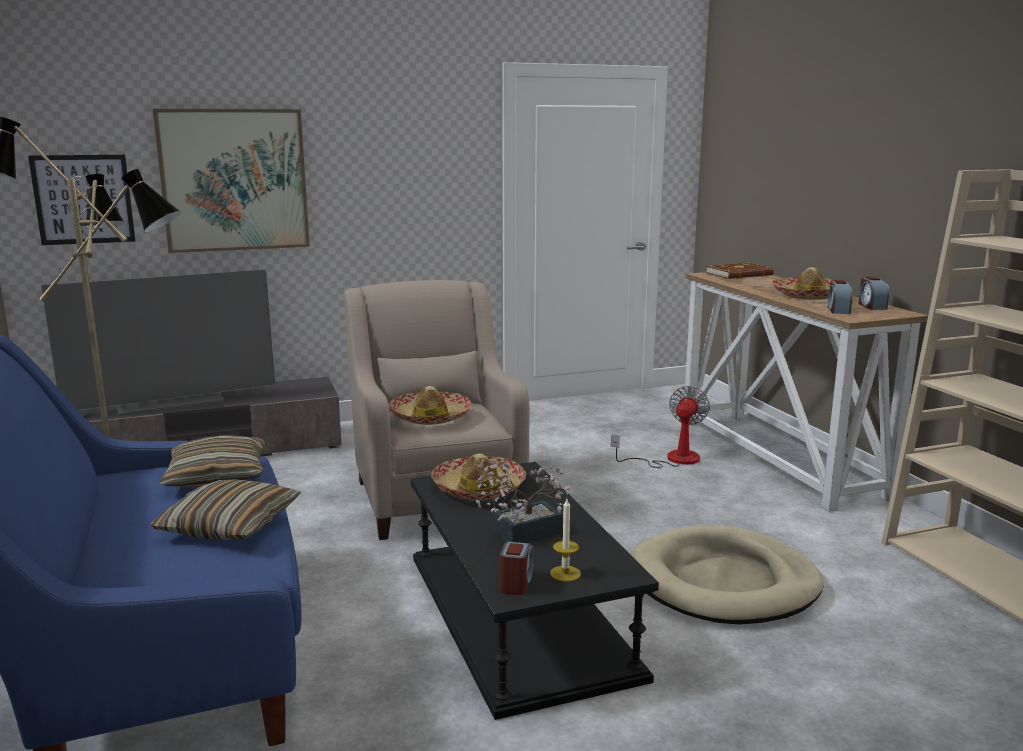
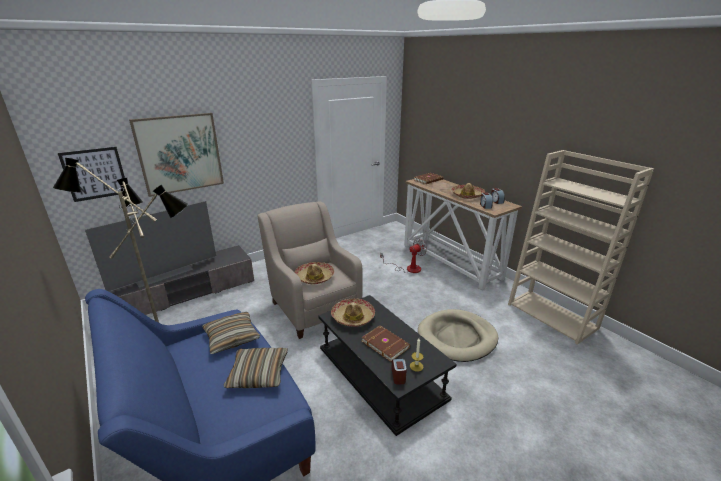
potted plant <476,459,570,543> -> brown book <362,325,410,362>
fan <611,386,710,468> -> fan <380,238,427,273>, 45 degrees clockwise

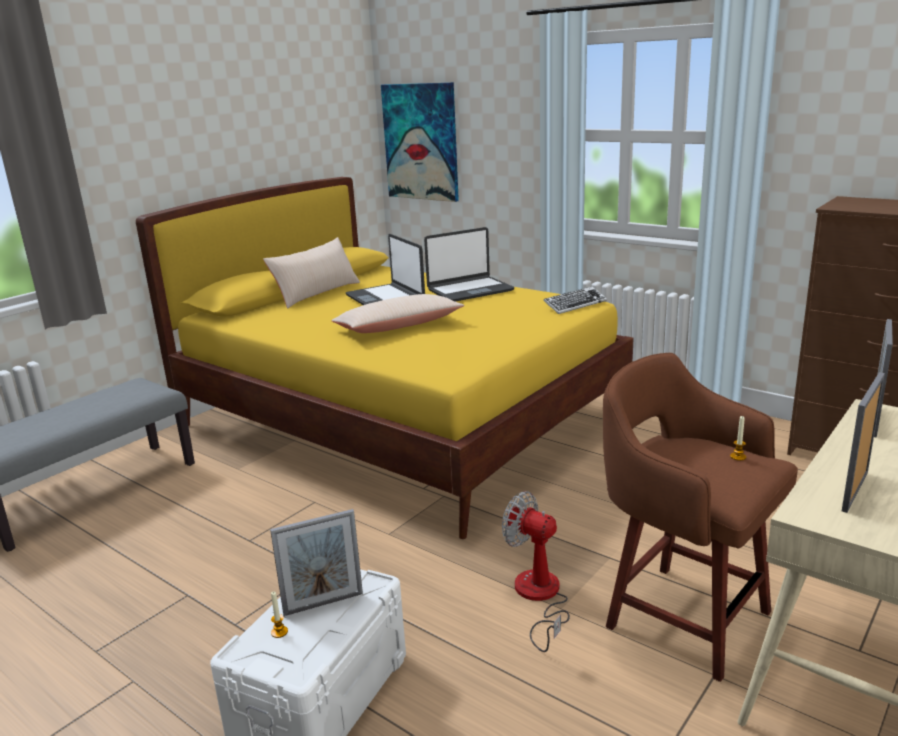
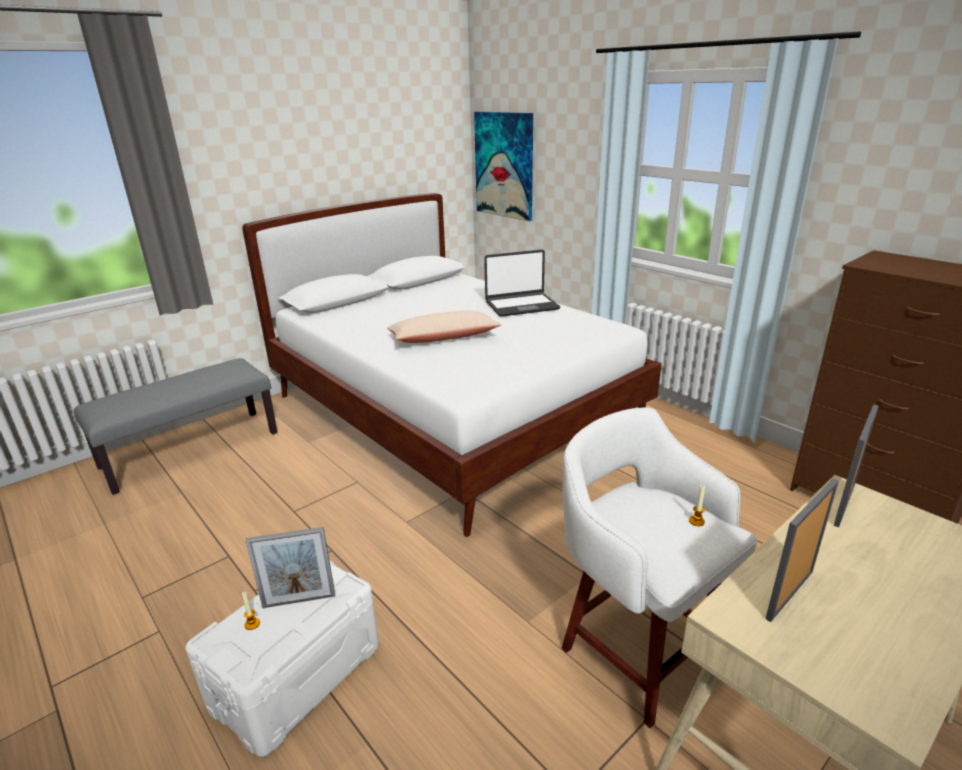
yellow bed <136,177,634,539> -> white bed <242,193,662,537>
brown stool <603,353,798,682> -> white stool <562,407,757,728>
beige pillow <263,237,360,309> -> none
laptop <346,234,425,305> -> none
fan <502,491,569,652> -> none
keyboard <544,286,607,314> -> none

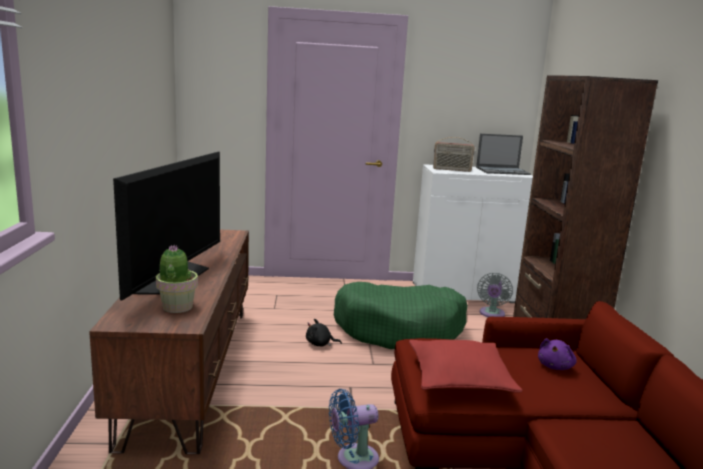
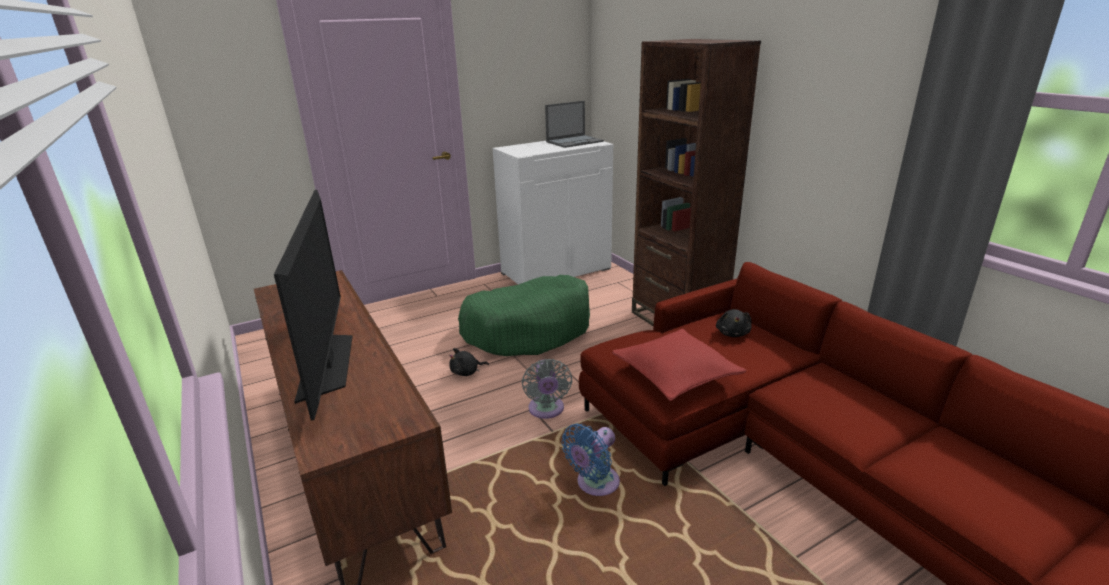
grey fan <477,273,513,317> -> grey fan <522,359,572,419>, move
purple plush toy <538,338,577,370> -> black plush toy <716,309,752,337>
potted plant <156,245,198,313> -> none
radio <433,137,475,172> -> none

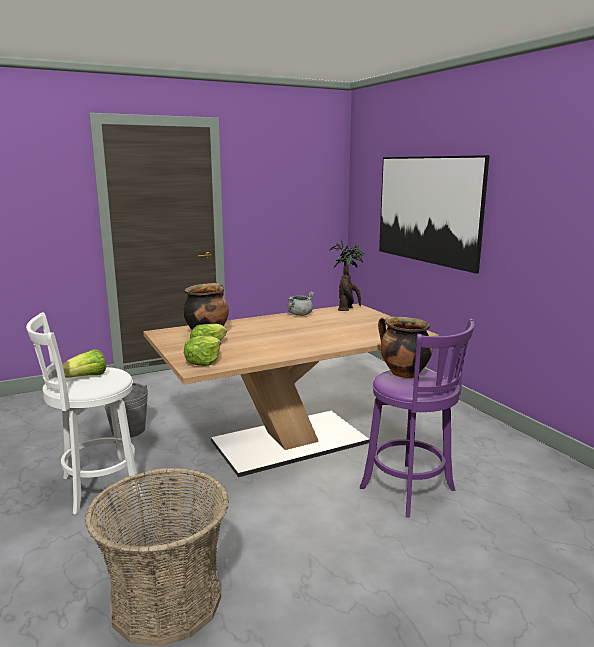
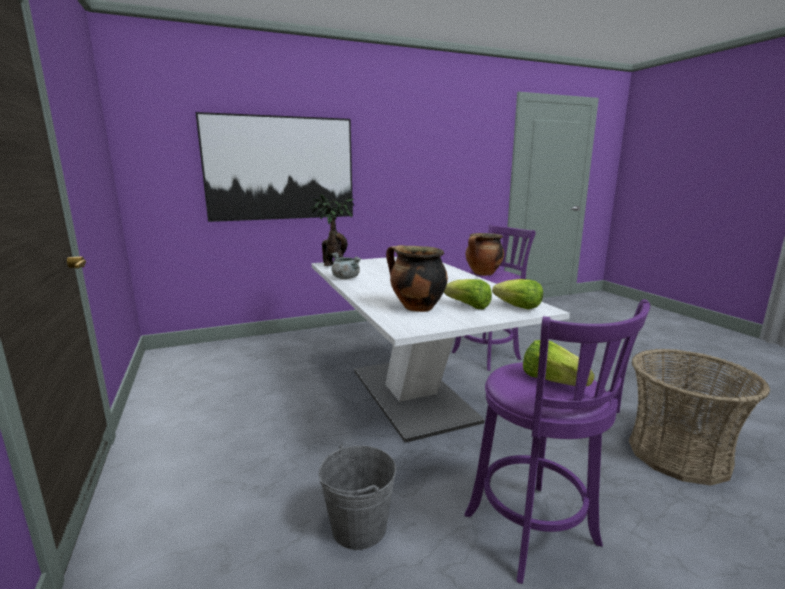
brown dining table <143,304,439,477> -> white dining table <312,257,570,443>
white stool <26,312,143,515> -> purple stool <464,299,650,584>

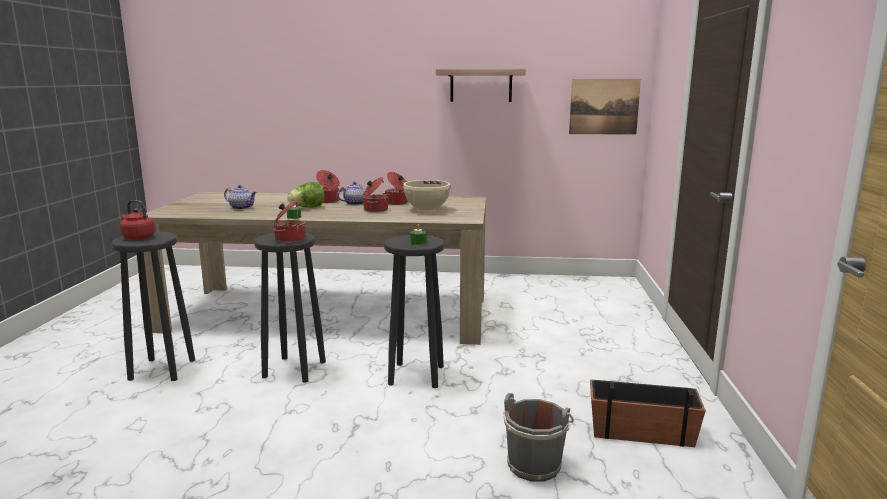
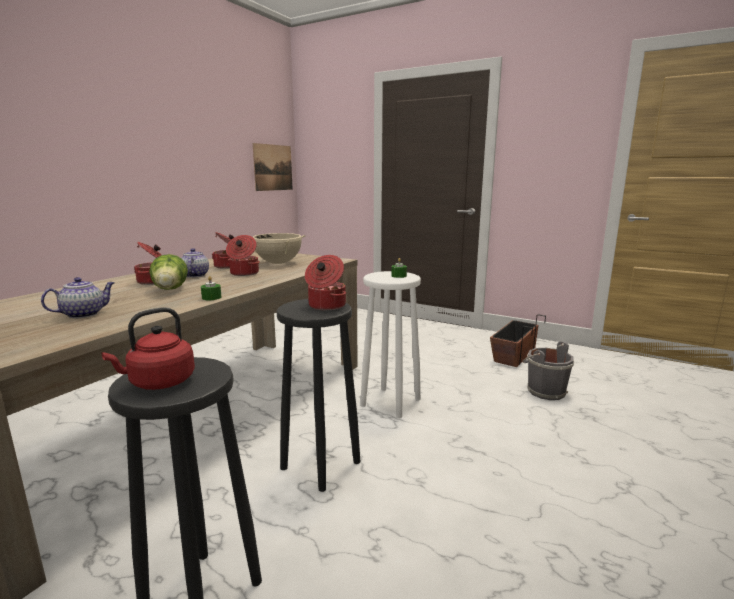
black stool <384,235,444,388> -> white stool <360,271,421,418>
shelf <436,69,526,102> -> none

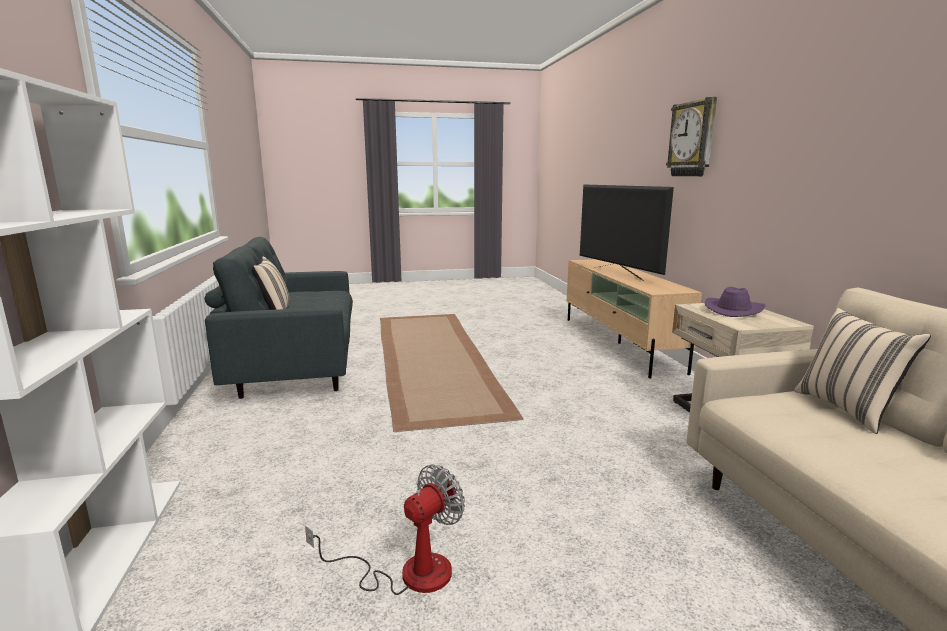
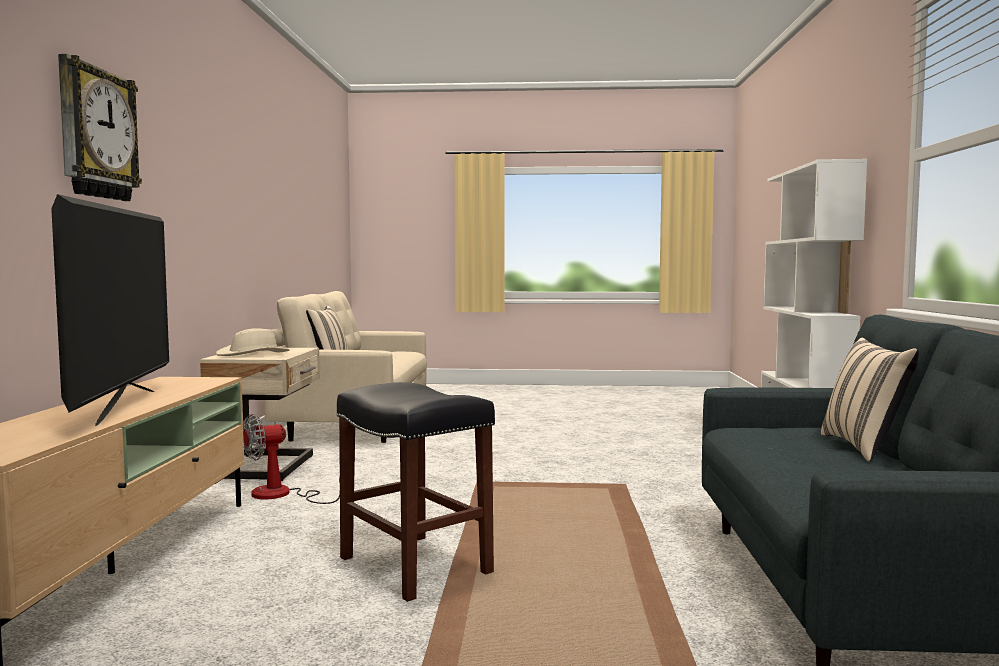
purple hat <705,287,766,317> -> beige hat <216,328,289,356>
fan <305,465,465,595> -> fan <243,414,340,504>, move
none -> black stool <337,382,495,602>

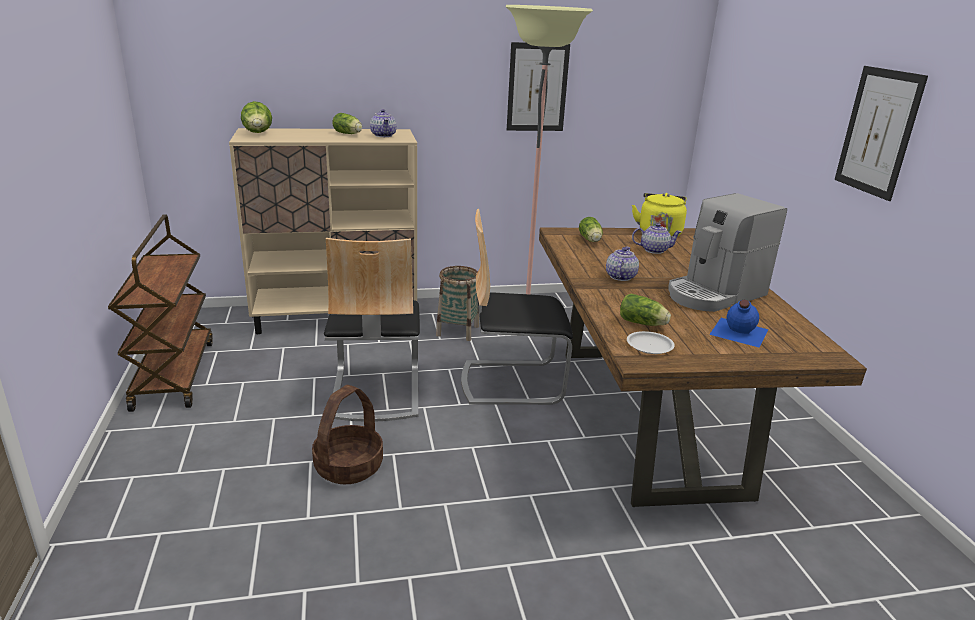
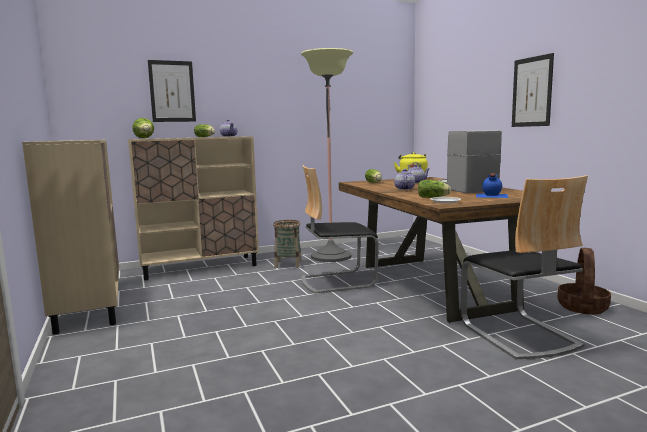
brown cart <108,215,213,412> -> beige cabinet <22,140,119,335>
picture <507,42,570,131> -> picture <148,60,196,122>, move
coffee machine <669,193,787,312> -> coffee machine <438,130,502,193>, 120 degrees clockwise
chair <324,238,420,422> -> chair <461,175,588,359>, move
basket <312,385,383,484> -> basket <558,248,611,314>, move

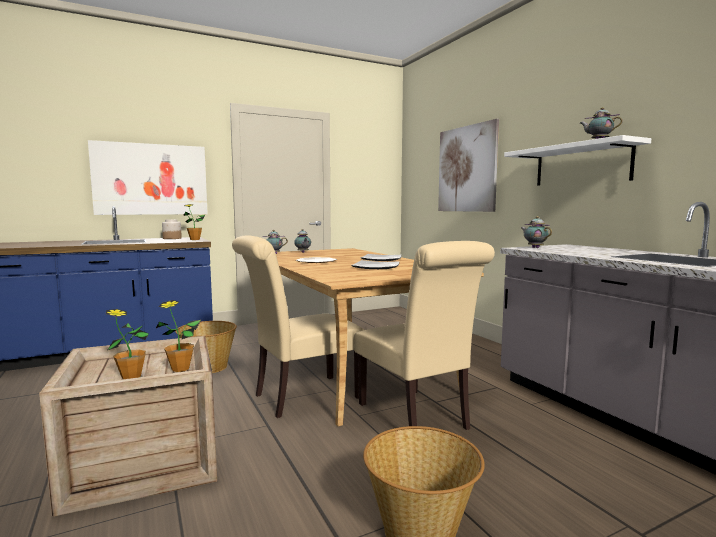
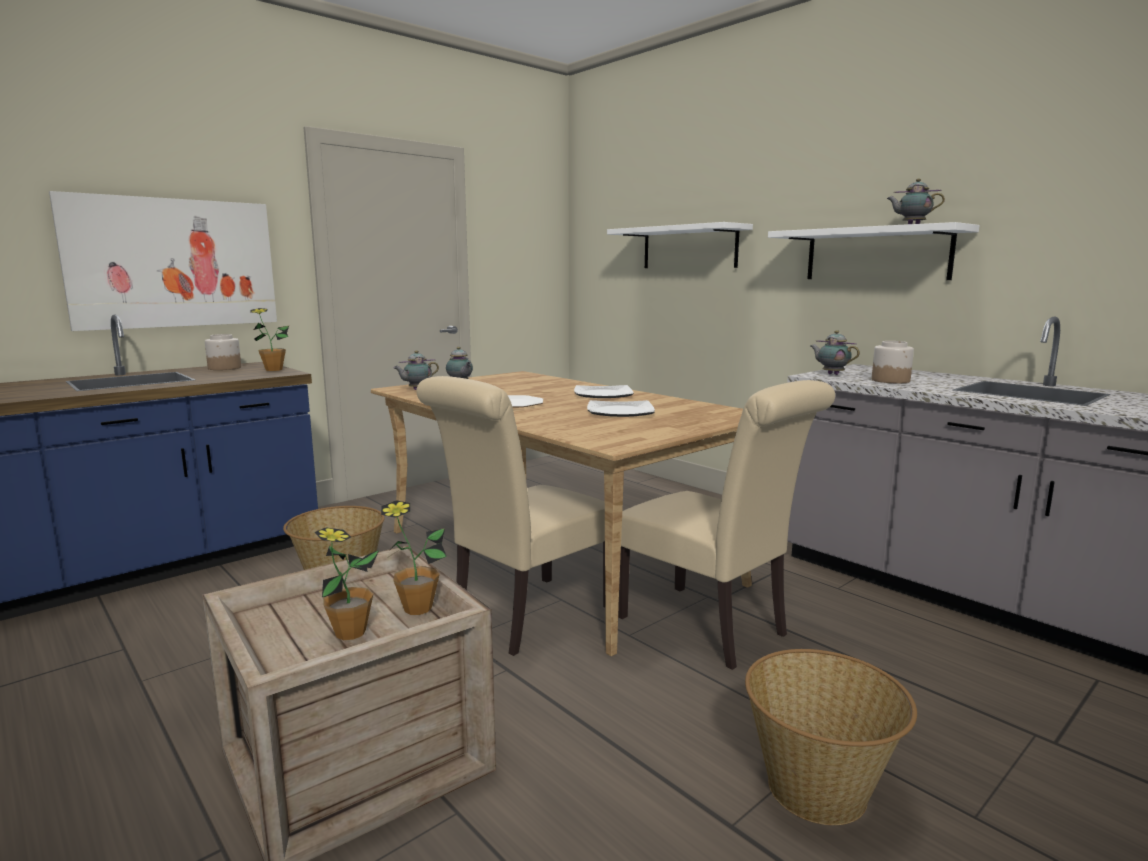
picture <438,119,499,212> -> white shelf <607,222,753,268>
none -> jar <872,341,914,383>

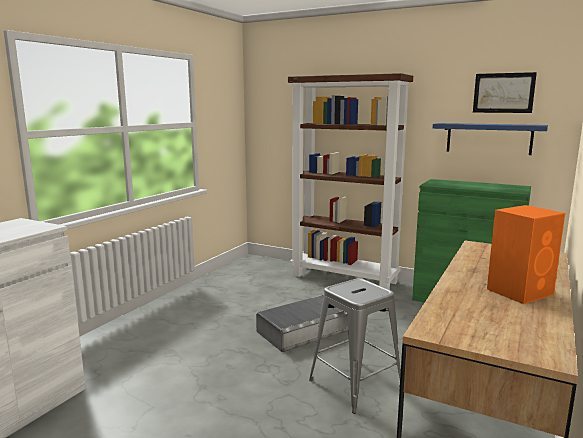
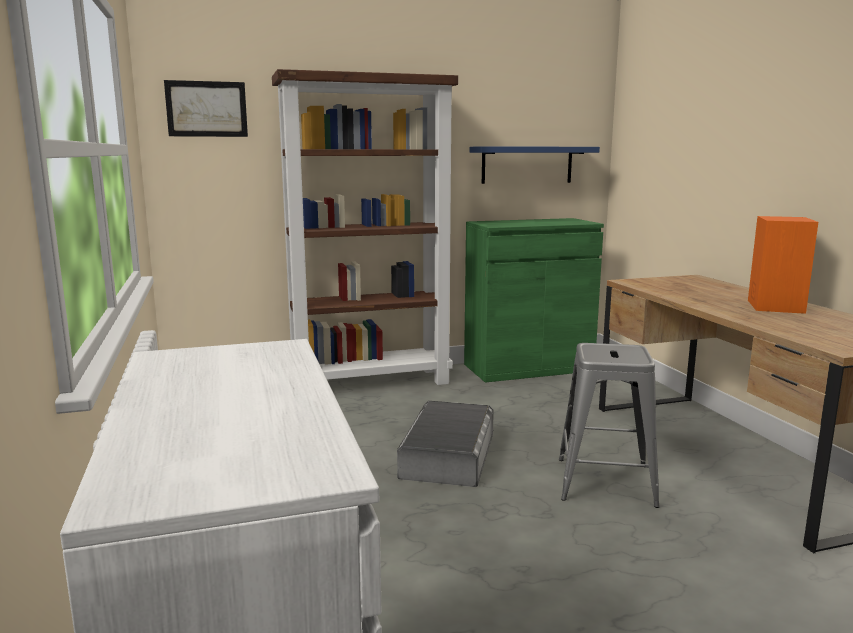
picture <473,72,537,113> -> picture <164,80,248,137>, move

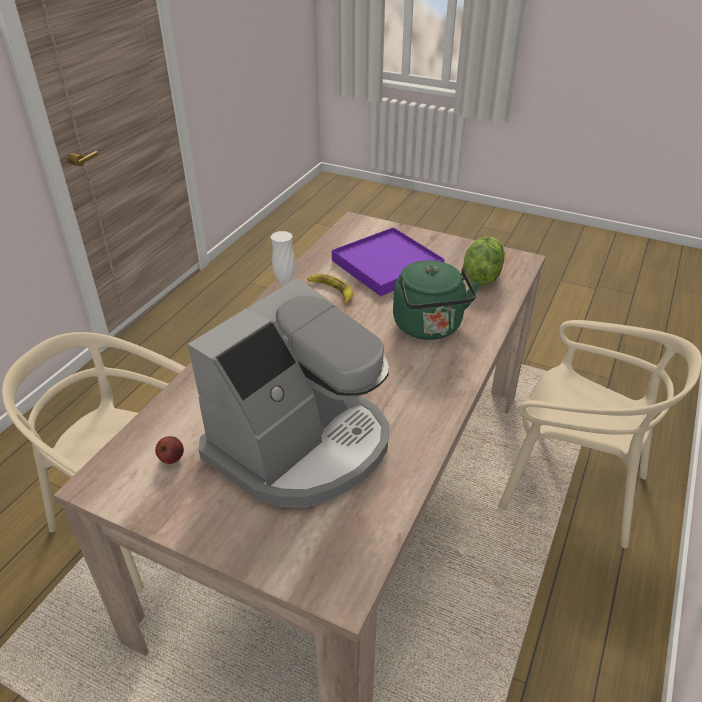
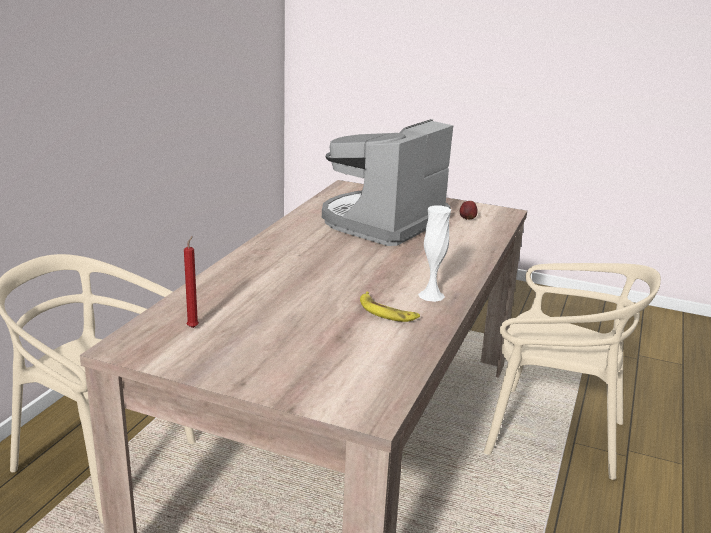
lettuce <463,236,505,286> -> red candle <184,236,199,328>
purple tray <332,227,445,296> -> none
green kettle <393,260,480,340> -> none

